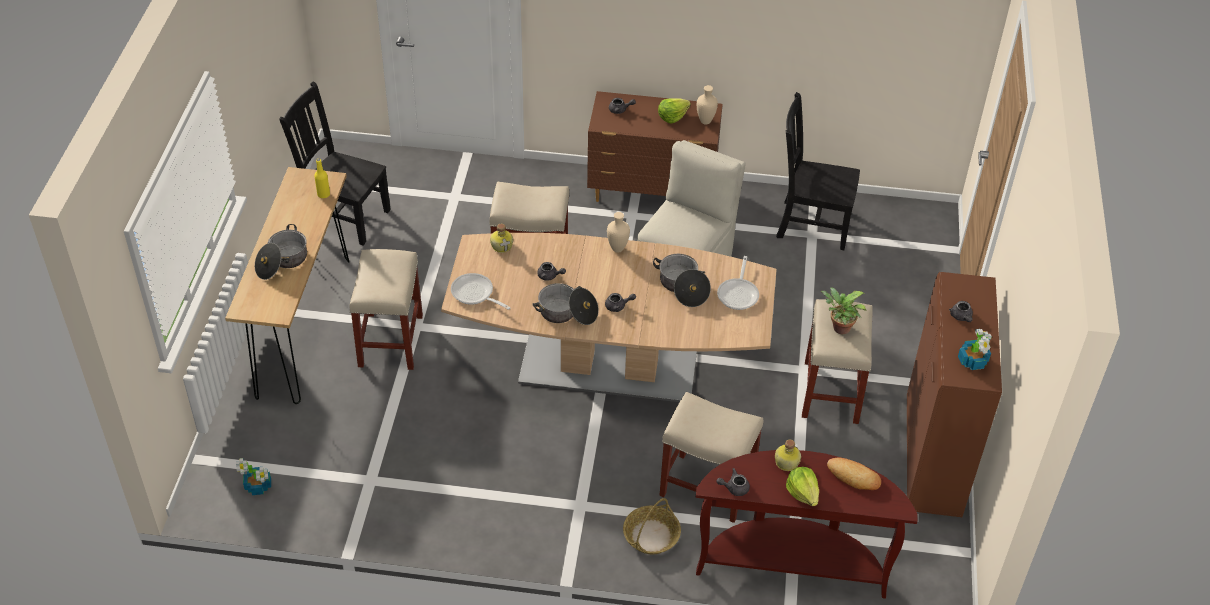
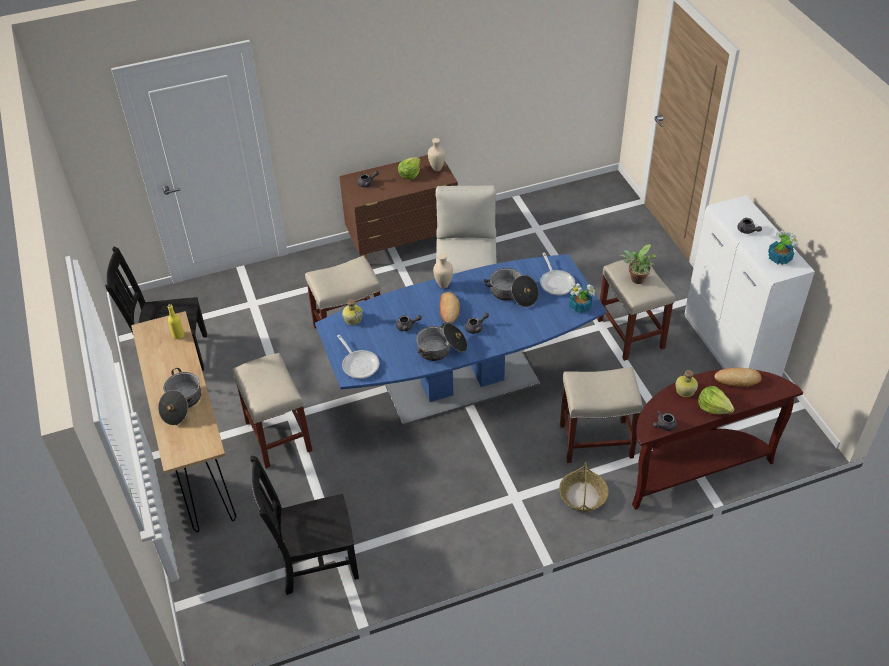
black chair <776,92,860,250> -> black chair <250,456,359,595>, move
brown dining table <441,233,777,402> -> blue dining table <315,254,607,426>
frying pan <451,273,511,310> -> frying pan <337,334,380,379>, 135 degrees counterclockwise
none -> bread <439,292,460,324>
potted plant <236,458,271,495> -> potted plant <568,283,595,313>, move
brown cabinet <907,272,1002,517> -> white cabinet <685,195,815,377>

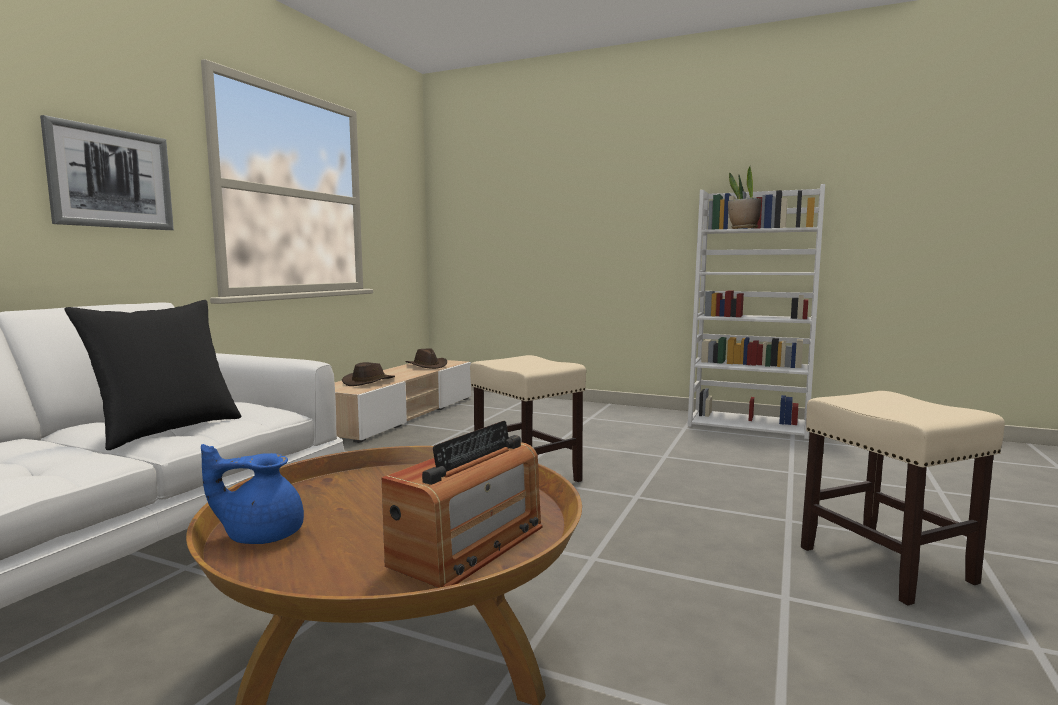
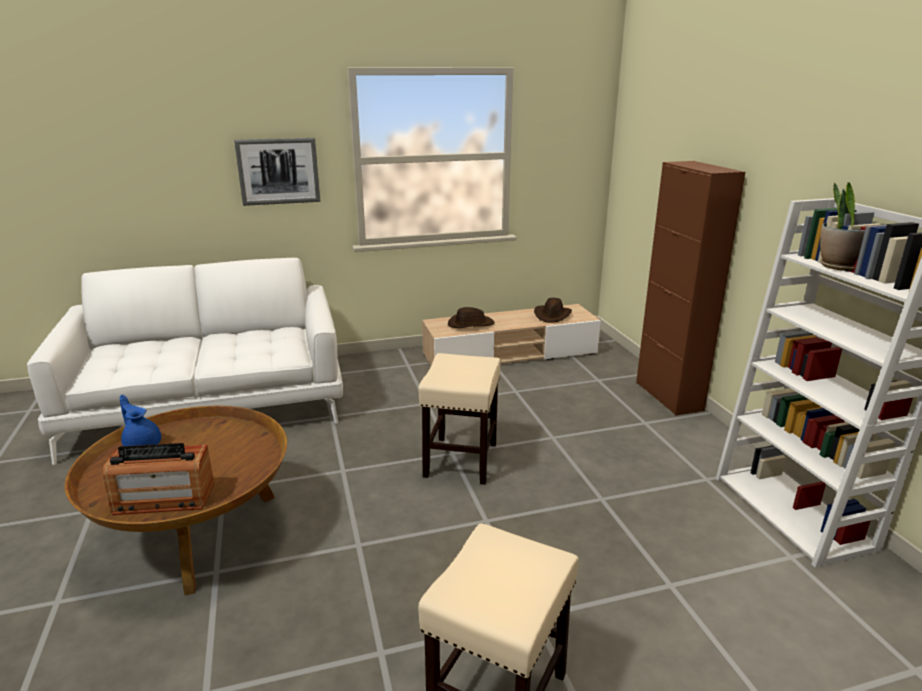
none -> brown cabinet <636,161,745,416>
black pillow <65,300,241,450> -> none

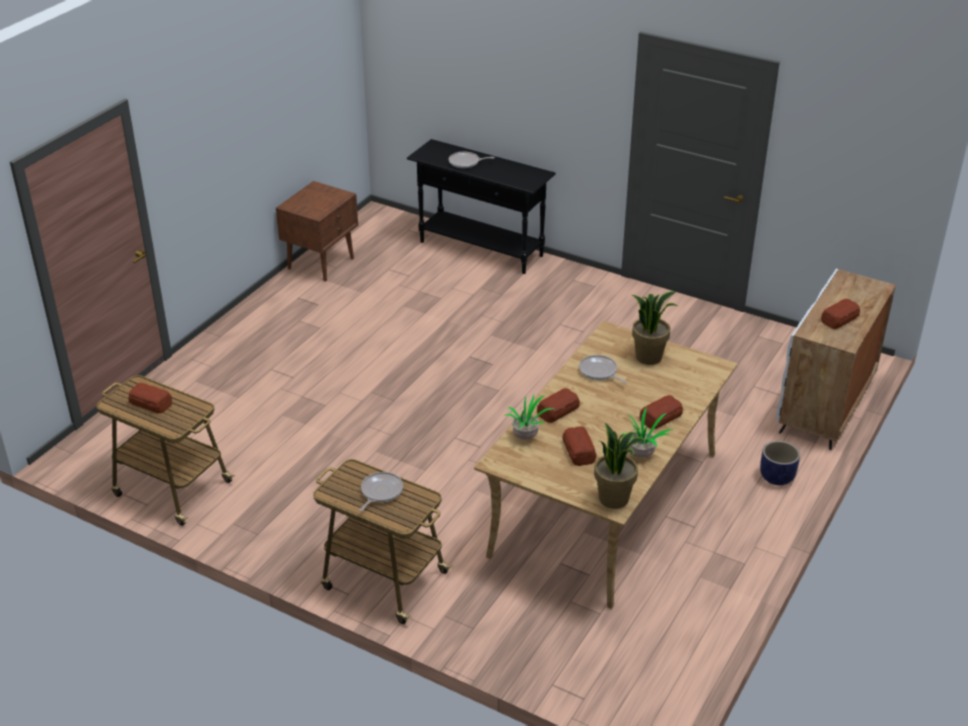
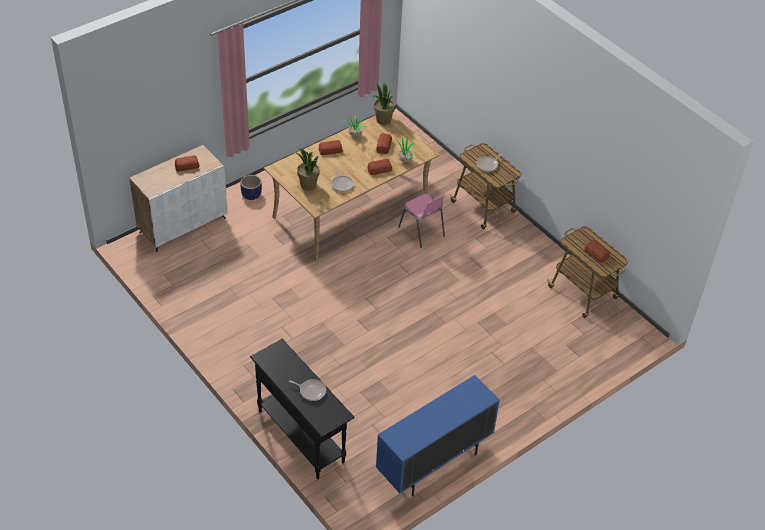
brown nightstand <276,181,358,281> -> blue cabinet <376,375,500,497>
none -> pink chair <398,194,445,248>

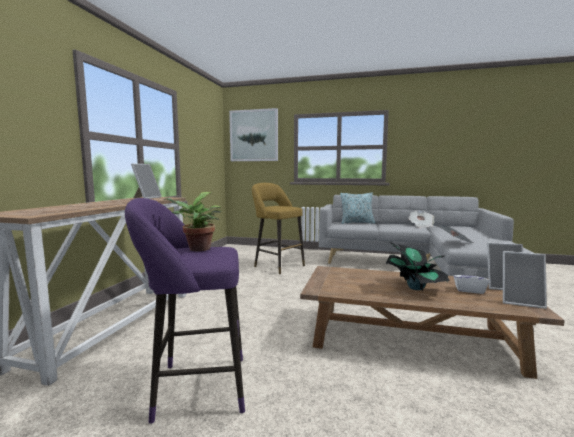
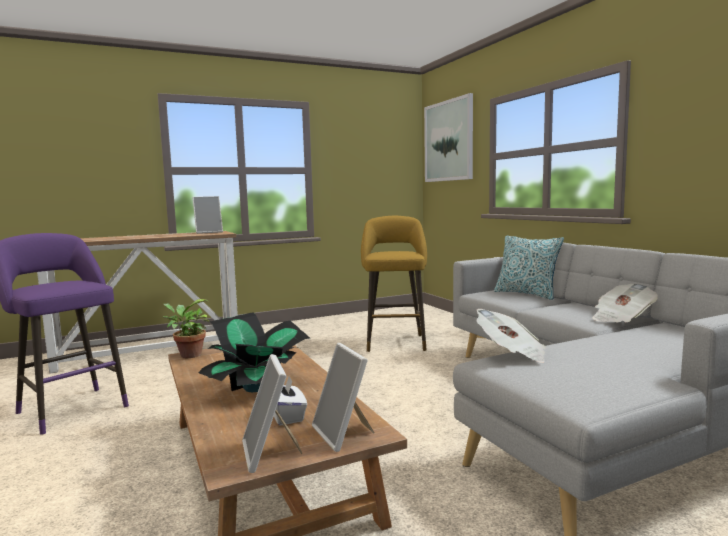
potted plant <164,192,222,251> -> potted plant <163,299,210,358>, move

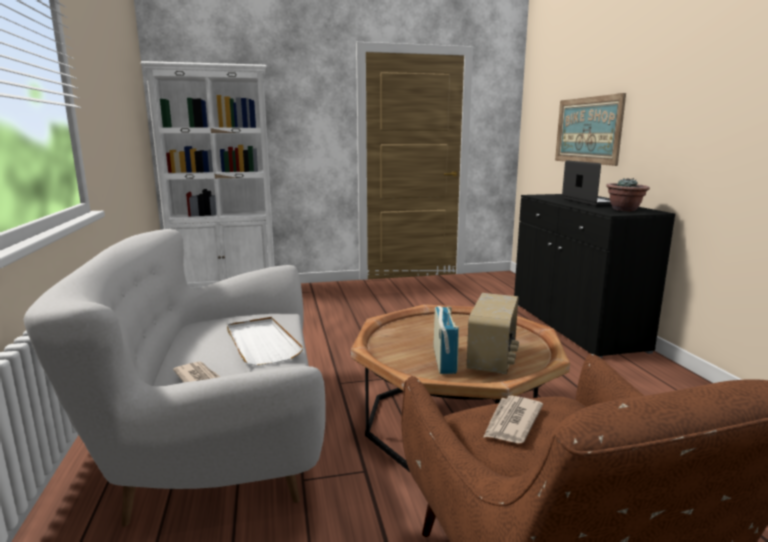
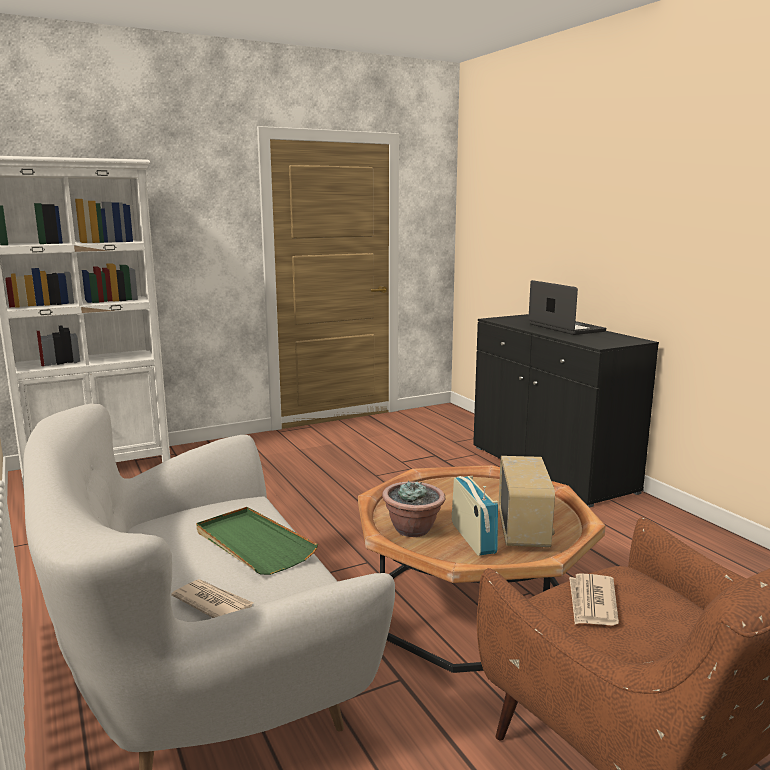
white tray <227,317,303,366> -> green tray <196,507,318,575>
potted plant <606,178,650,211> -> potted plant <382,481,445,537>, move
picture <555,93,626,166> -> none

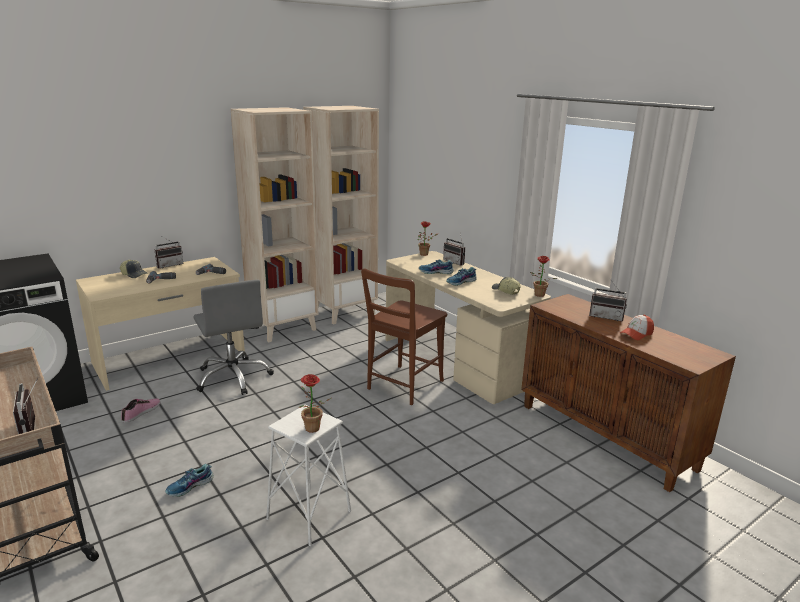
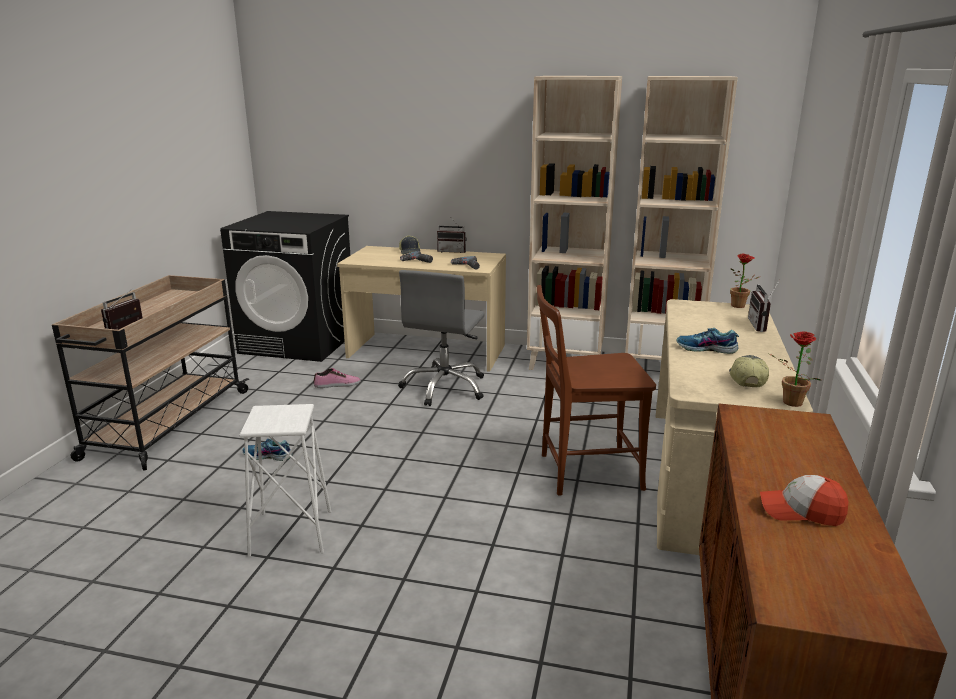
potted plant <298,374,331,433> -> none
shoe <419,260,454,274> -> none
radio <589,278,627,321> -> none

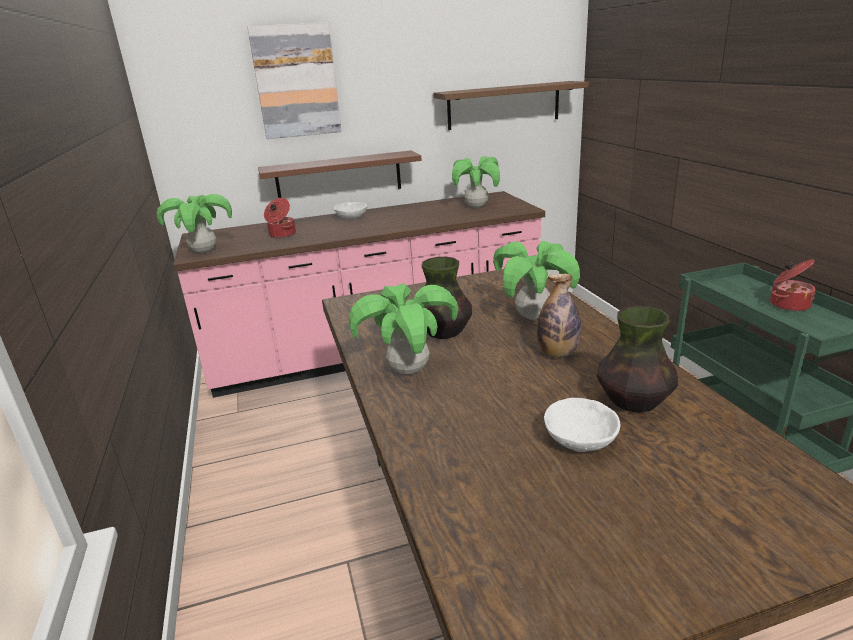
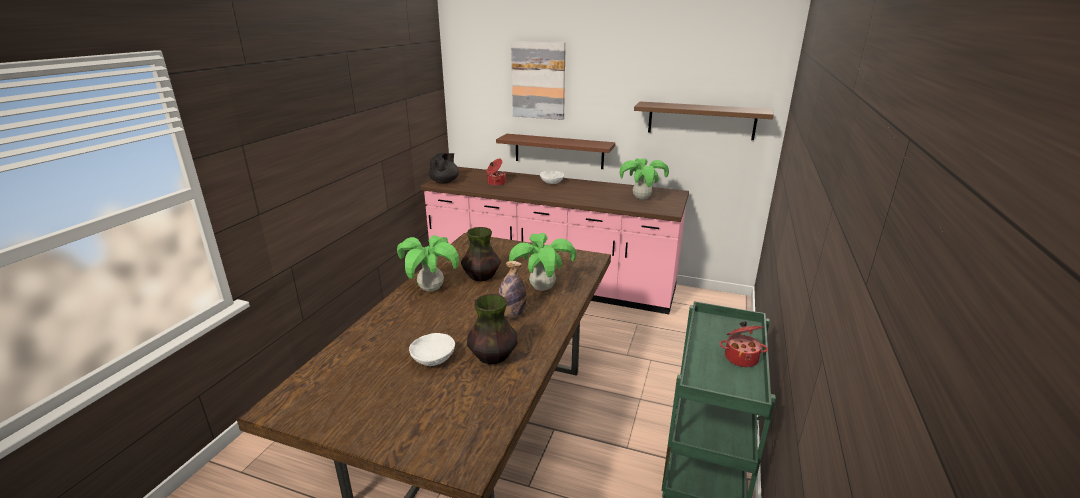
potted plant <157,194,232,253> -> black teapot <429,153,459,184>

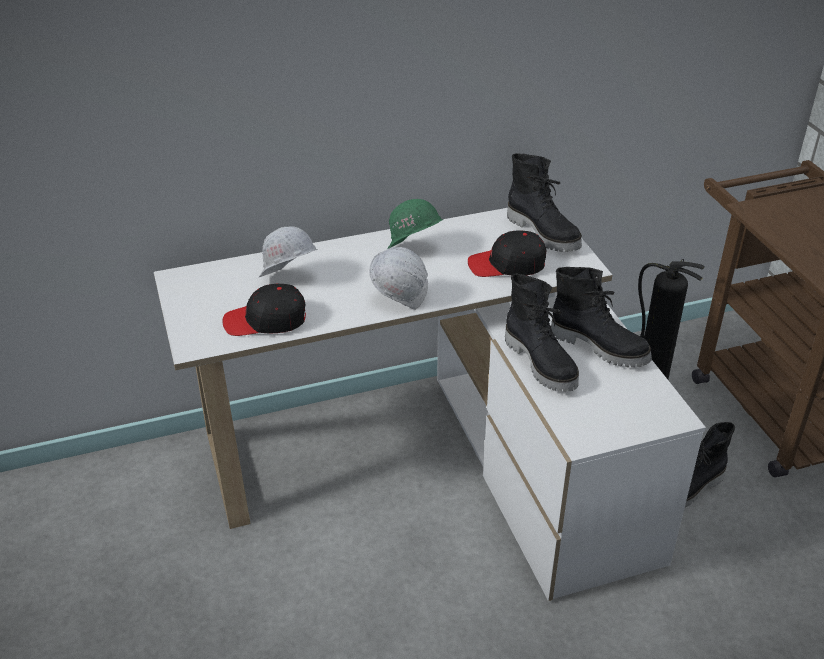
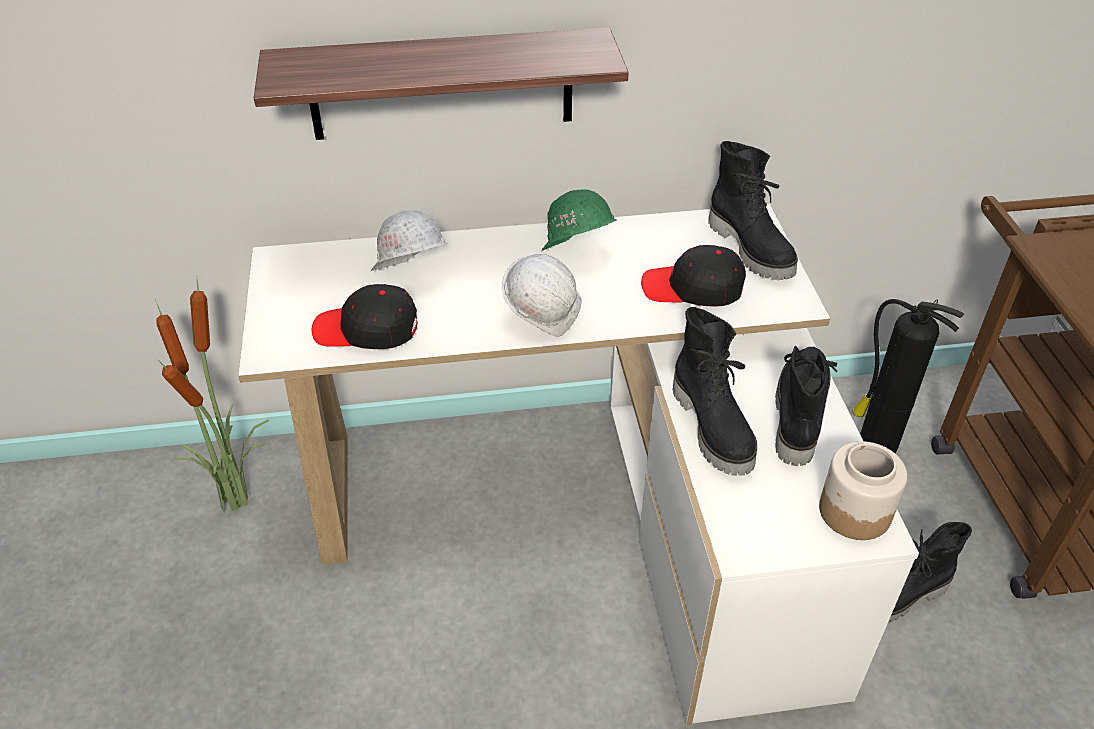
none -> potted plant <155,279,269,513>
none -> shelf <254,27,629,140>
black boot <551,267,652,367> -> black boot <775,346,837,466>, 120 degrees counterclockwise
none -> jar <819,441,907,540>

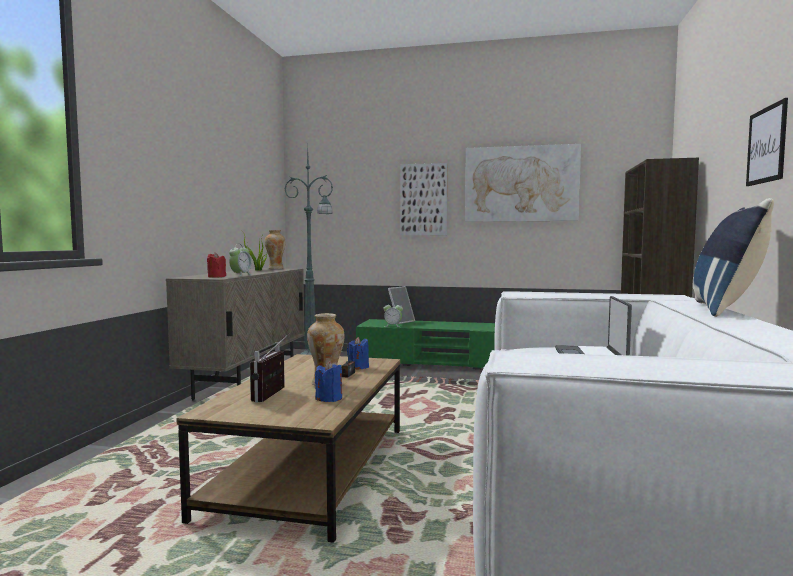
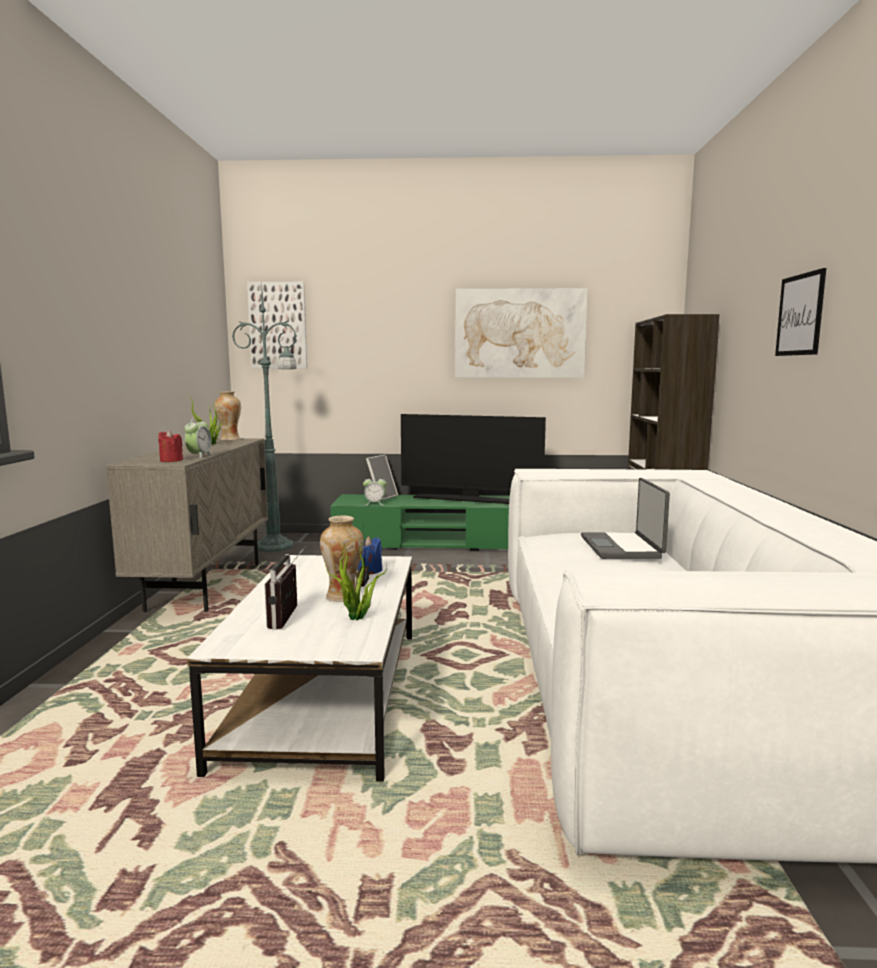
brown coffee table <177,354,400,543> -> white coffee table <187,555,412,782>
picture <400,163,447,235> -> picture <247,282,307,369>, move
blue candle <315,361,342,402> -> potted plant <325,539,387,620>
none -> television <401,414,546,504>
blue pillow <693,198,774,317> -> none

